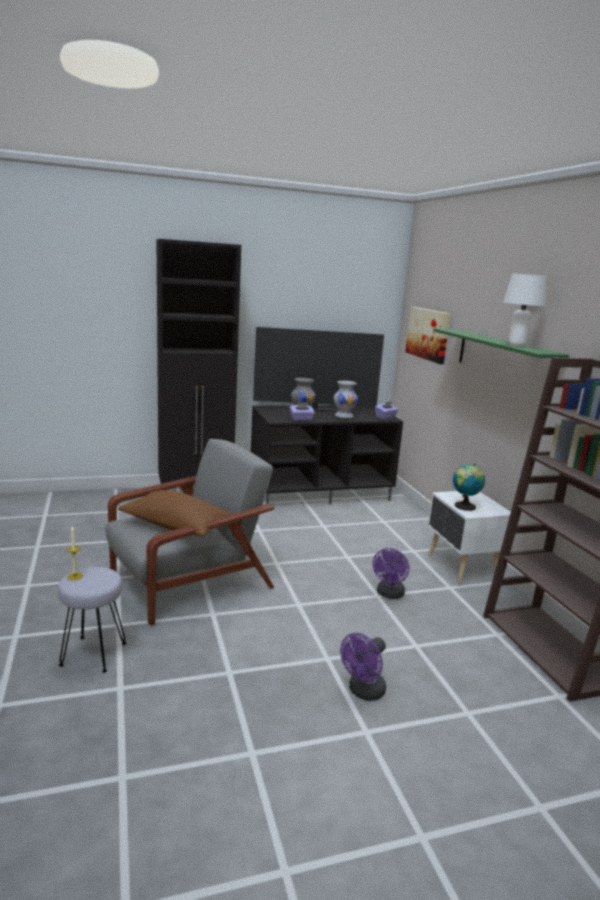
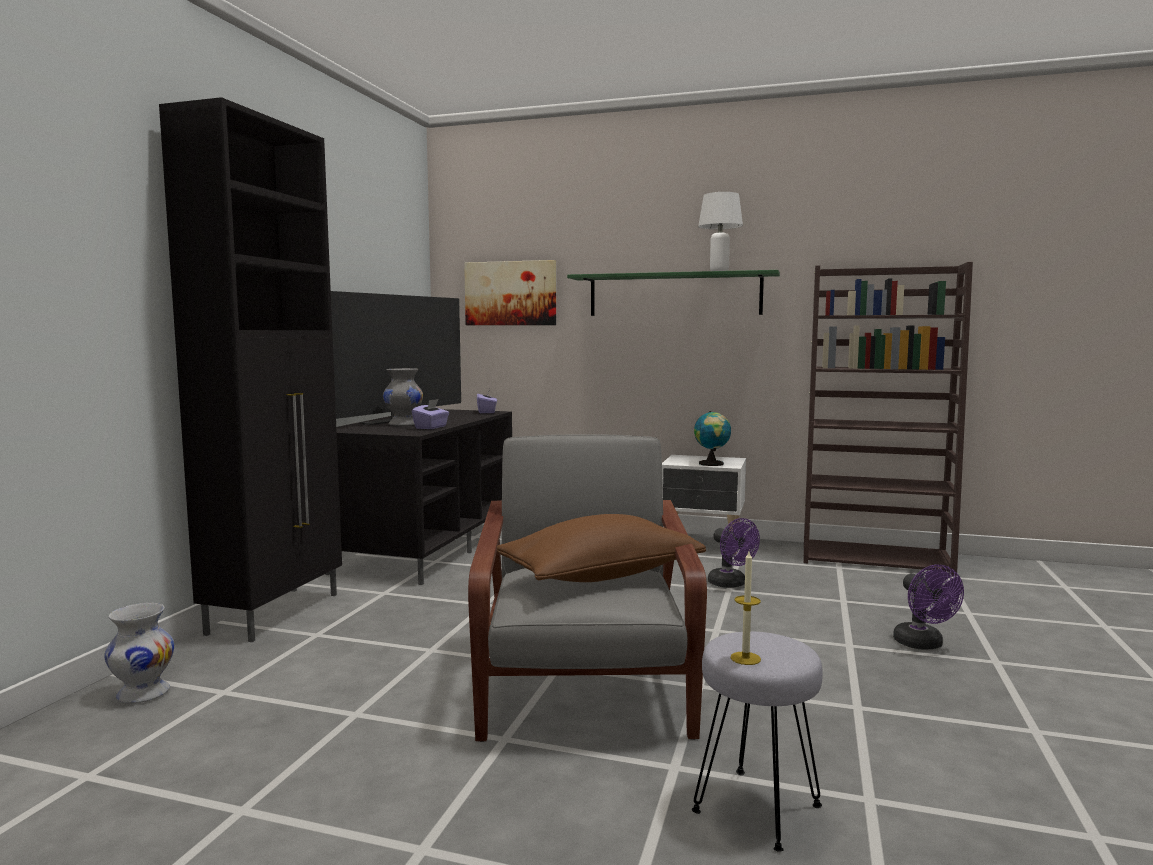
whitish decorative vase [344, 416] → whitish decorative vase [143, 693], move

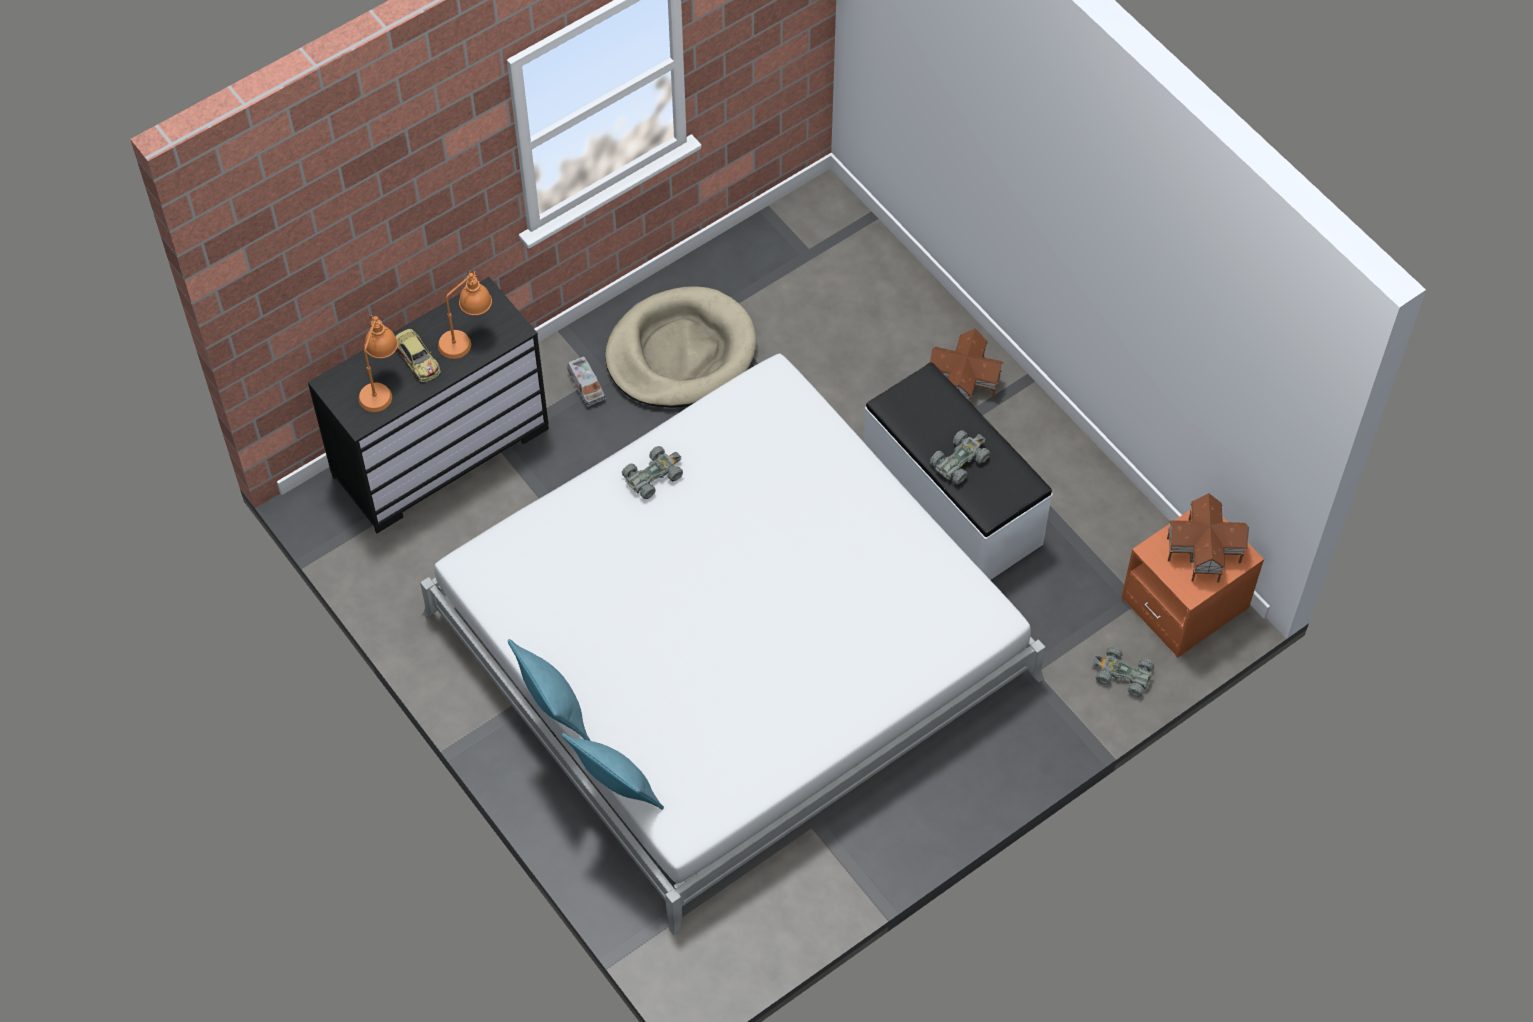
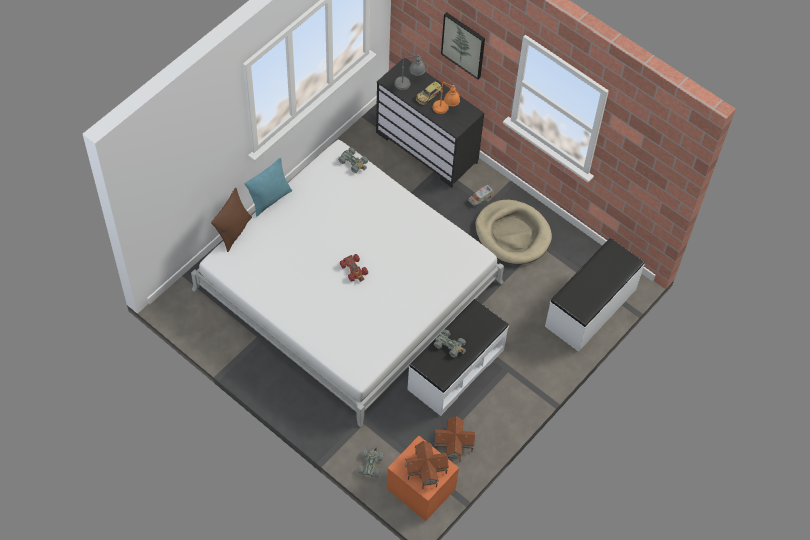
turquoise-coloured cushion [616, 789] → brown cushion [234, 232]
greyish miniature car [653, 475] → greyish miniature car [353, 162], move
- → reddish miniature car [354, 270]
orangey tabletop lamp [381, 386] → greyish tabletop lamp [409, 84]
model house [965, 381] → model house [454, 445], move
- → wall art [463, 45]
- → whitish indoor bench [591, 308]

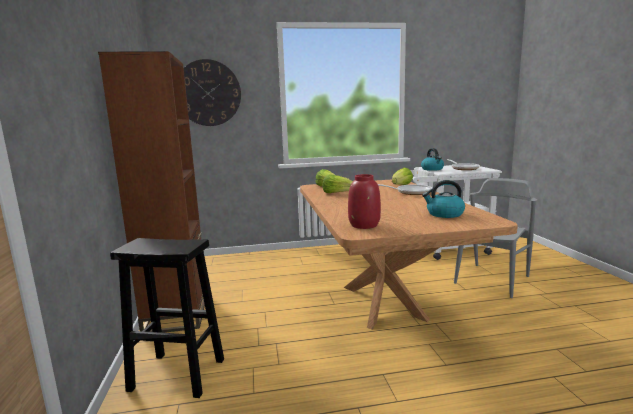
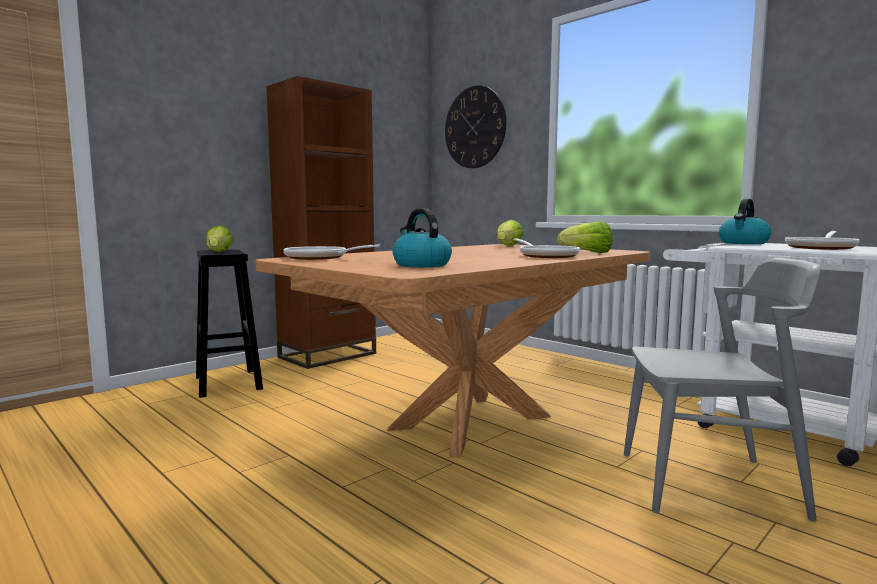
lettuce [337, 193] → lettuce [218, 252], move
reddish decorative vase [364, 225] → frying pan [320, 258]

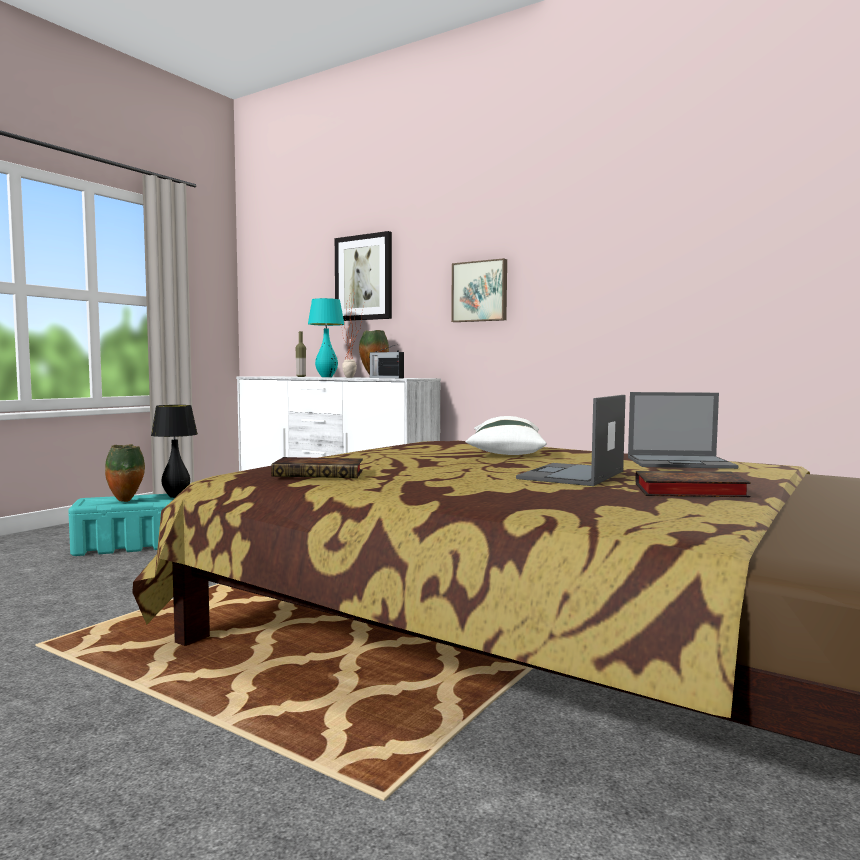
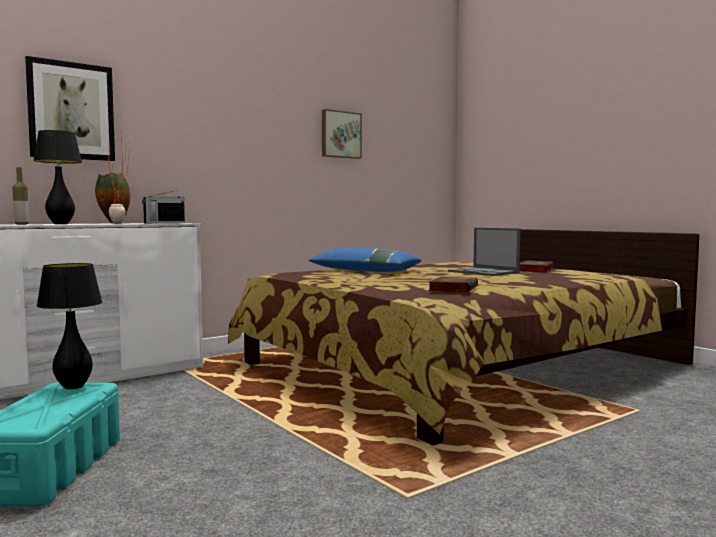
turquoise-coloured tabletop lamp [326, 377] → black-coloured tabletop lamp [60, 224]
whitish cushion [505, 450] → blue-coloured cushion [364, 271]
wall art [480, 291] → wall art [340, 134], move
decorative vase [126, 501] → -
laptop [681, 463] → -

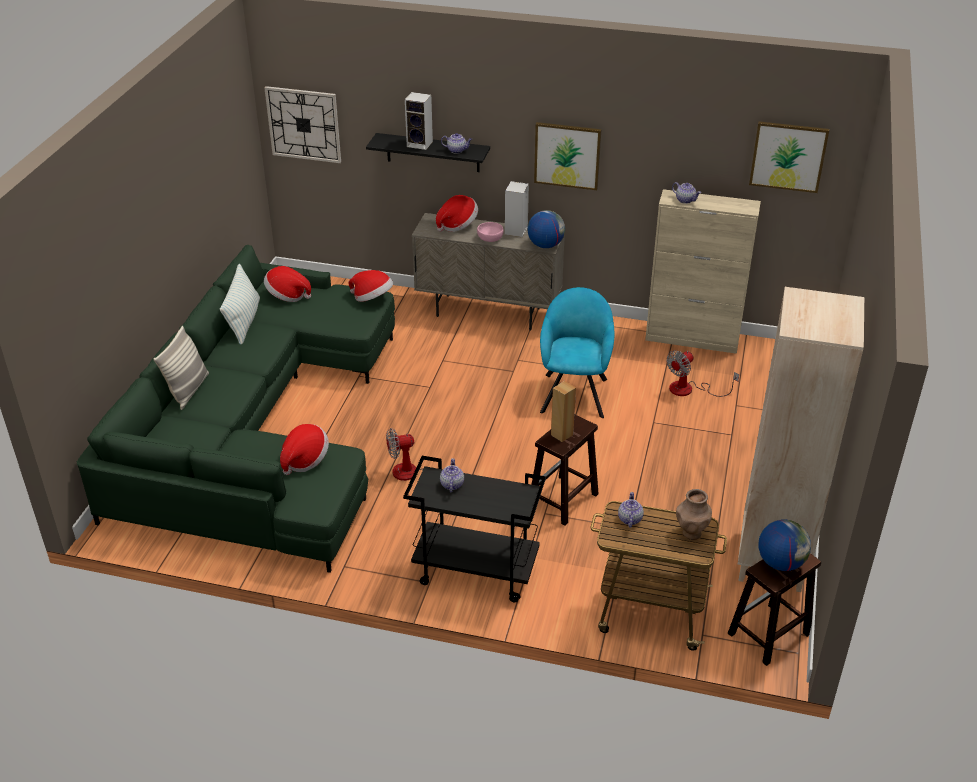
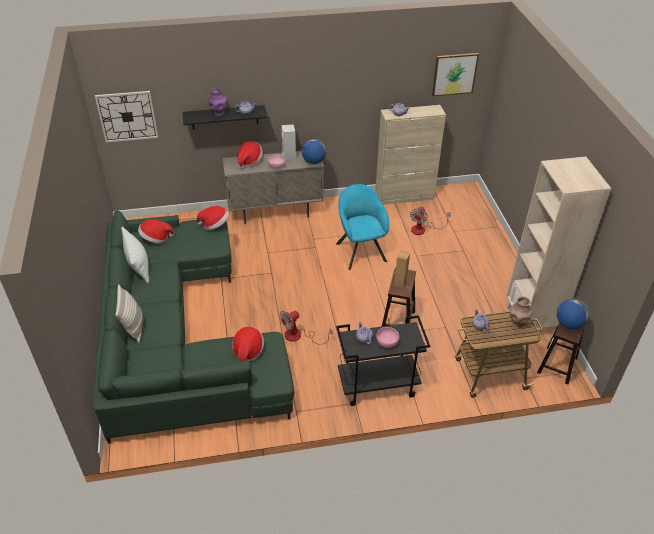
speaker [421, 144] → purple decorative vase [219, 113]
- → pink-coloured deep dish [387, 342]
wall art [567, 155] → -

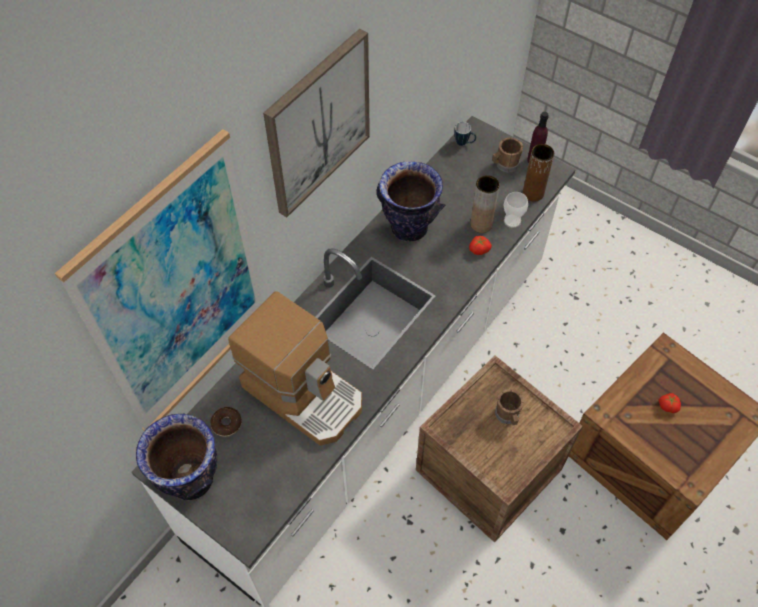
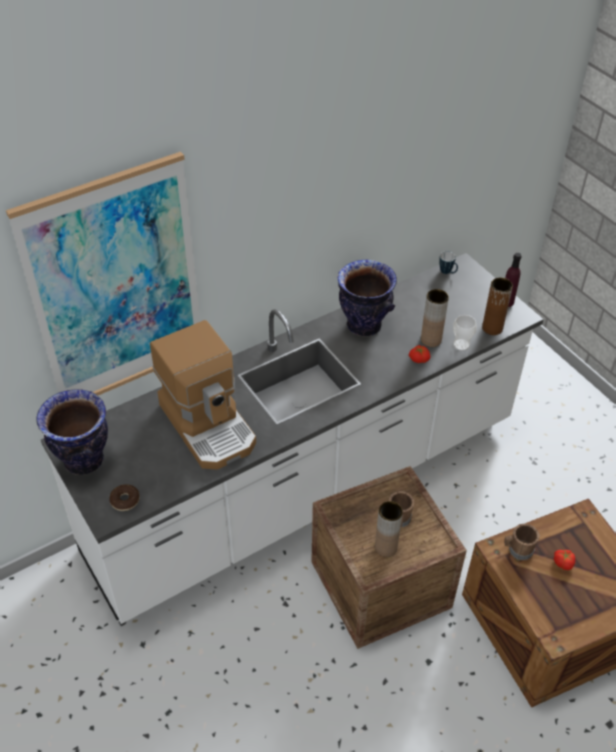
doughnut [227, 424] → doughnut [125, 500], move
- → brown decorative vase [386, 547]
brown coffee mug [505, 165] → brown coffee mug [518, 549], move
wall art [317, 123] → -

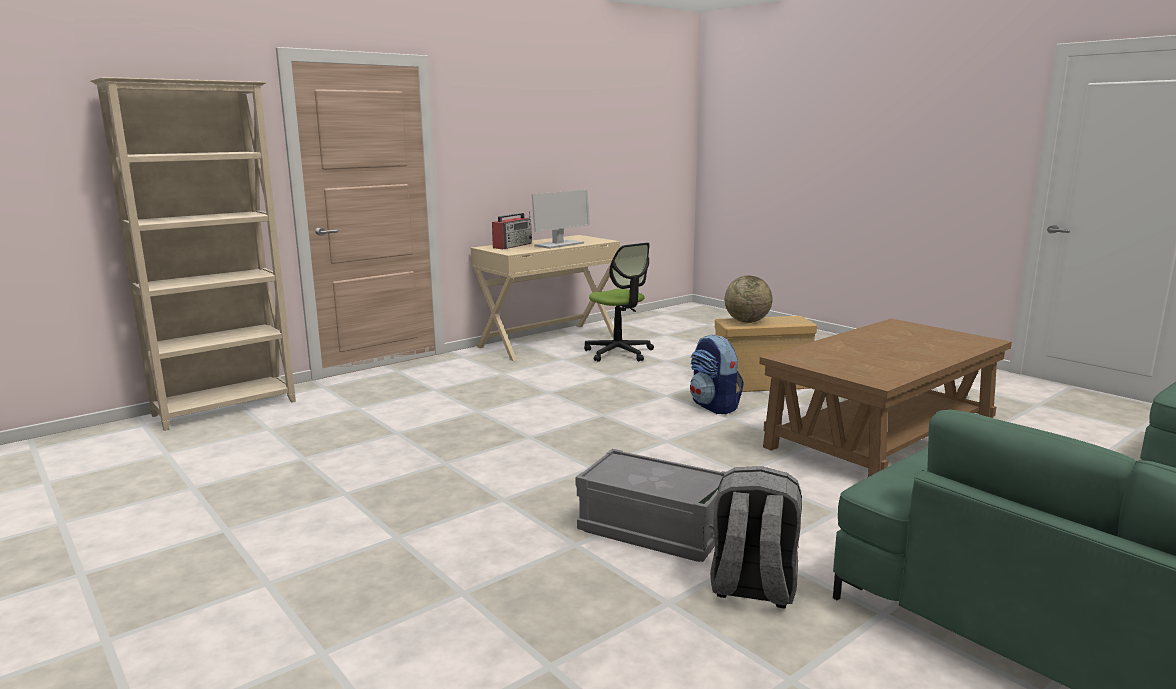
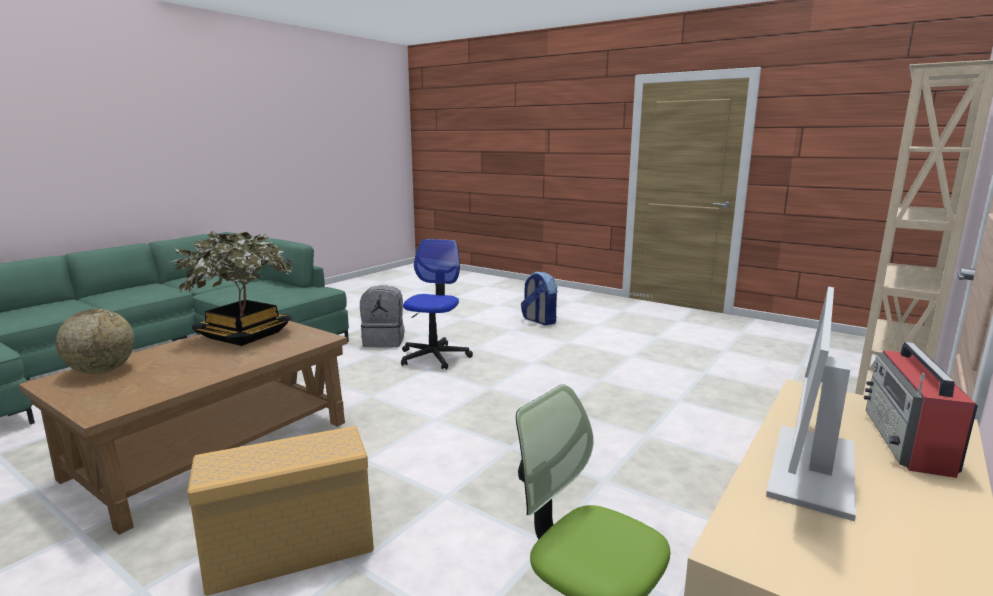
world globe [747, 321] → world globe [102, 371], move
- → plant in a pot [245, 335]
greyish storage box [654, 530] → computer chair [434, 357]
backpack [714, 406] → backpack [539, 320], move

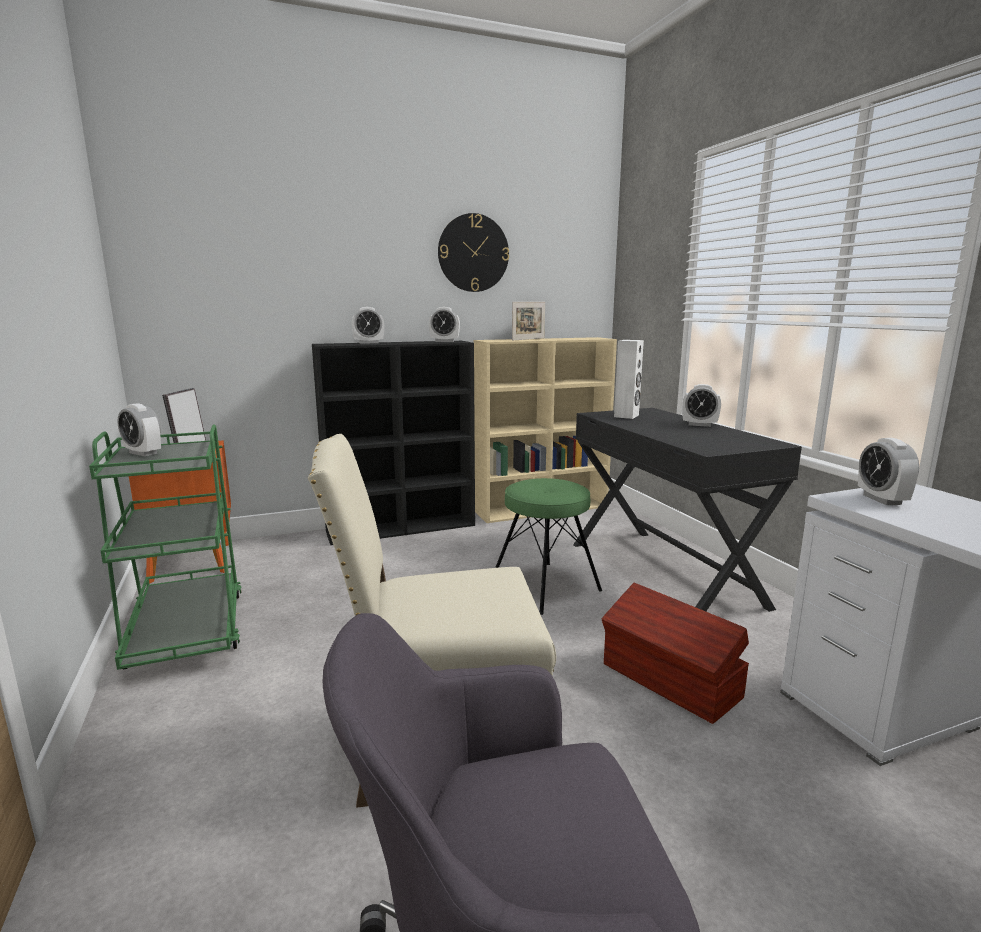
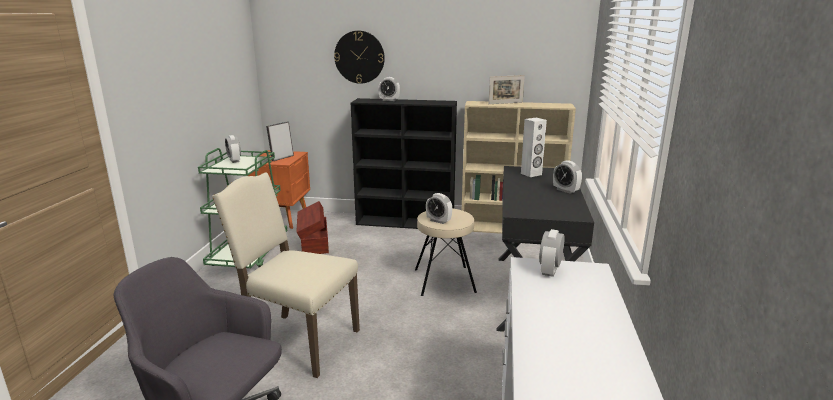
brown storage box [670, 681] → brown storage box [314, 243], move
wall clock [473, 253] → wall clock [359, 57], move
greenish sitting stool [545, 587] → beige sitting stool [444, 280]
bedside clock [444, 341] → bedside clock [438, 221], move

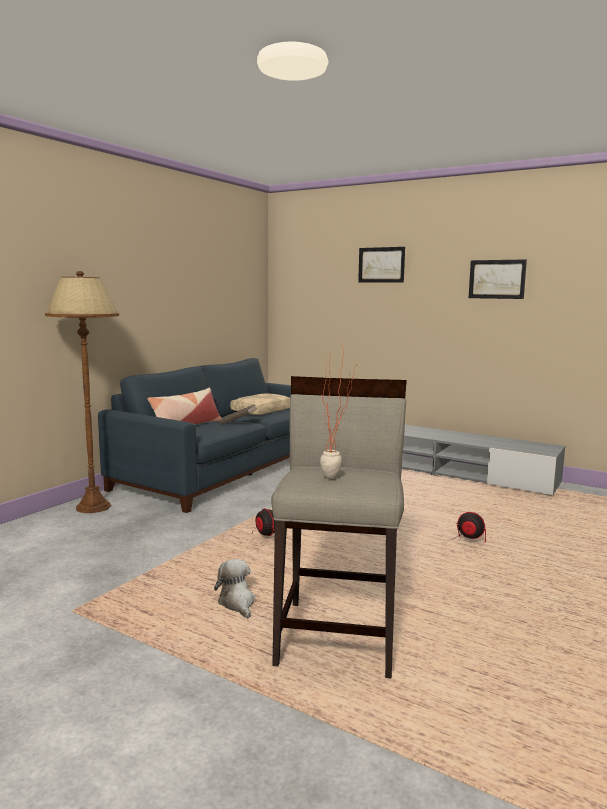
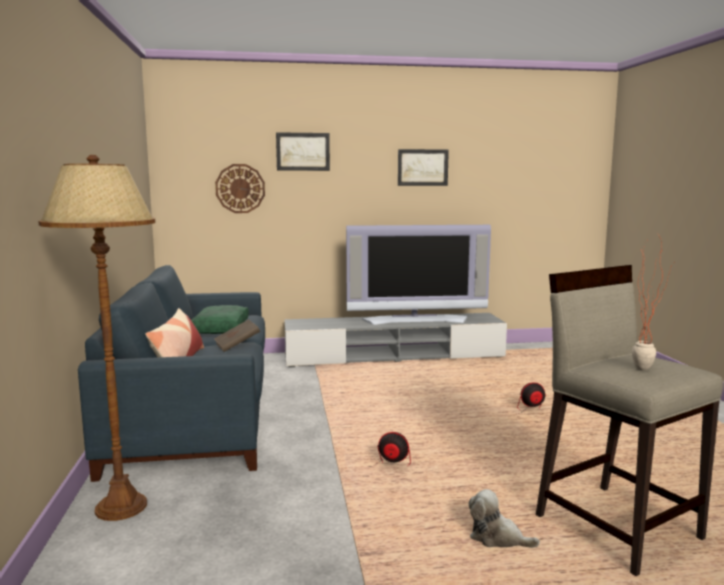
beige cushion [261, 411] → greenish cushion [220, 328]
- → wall clock [240, 188]
- → TV set [416, 319]

